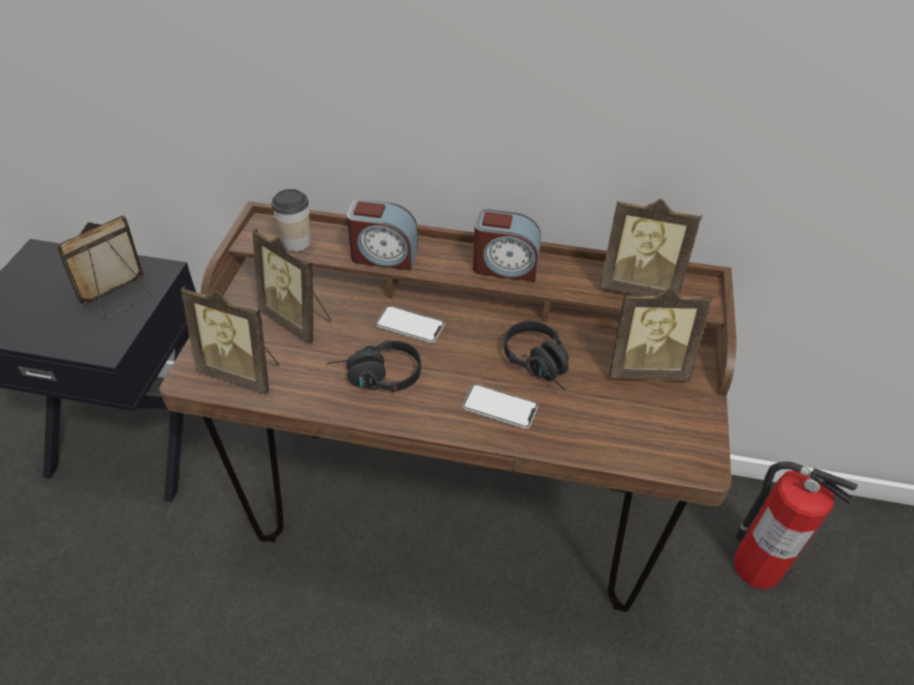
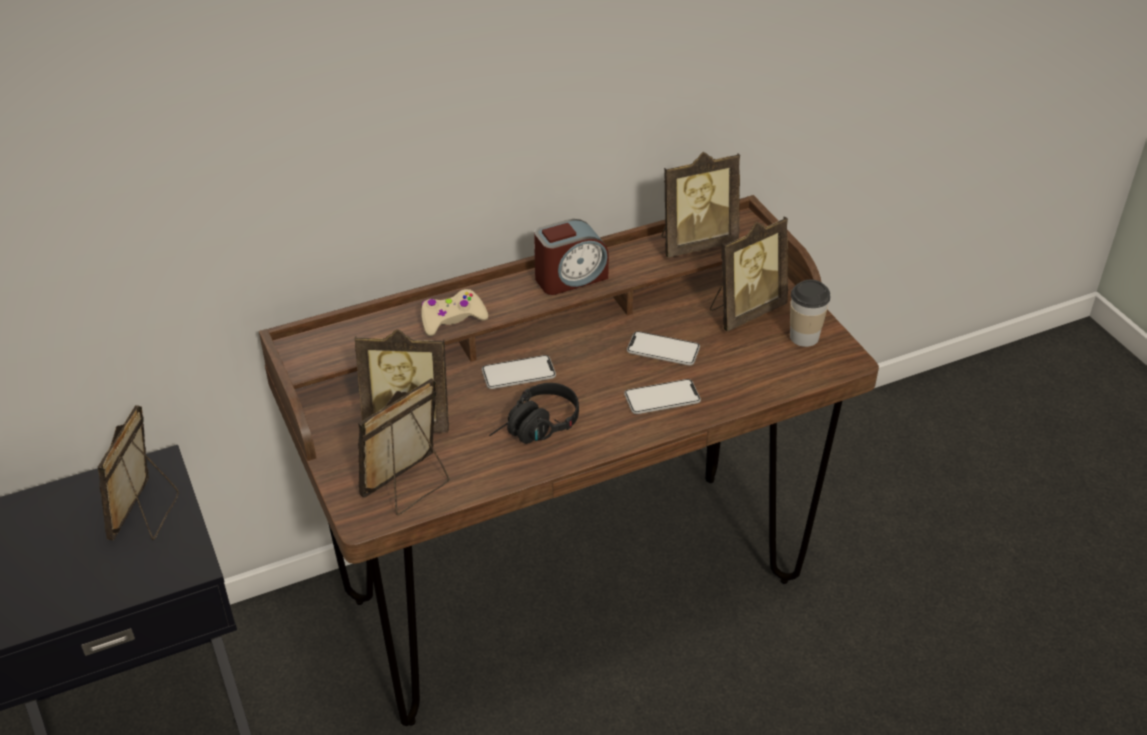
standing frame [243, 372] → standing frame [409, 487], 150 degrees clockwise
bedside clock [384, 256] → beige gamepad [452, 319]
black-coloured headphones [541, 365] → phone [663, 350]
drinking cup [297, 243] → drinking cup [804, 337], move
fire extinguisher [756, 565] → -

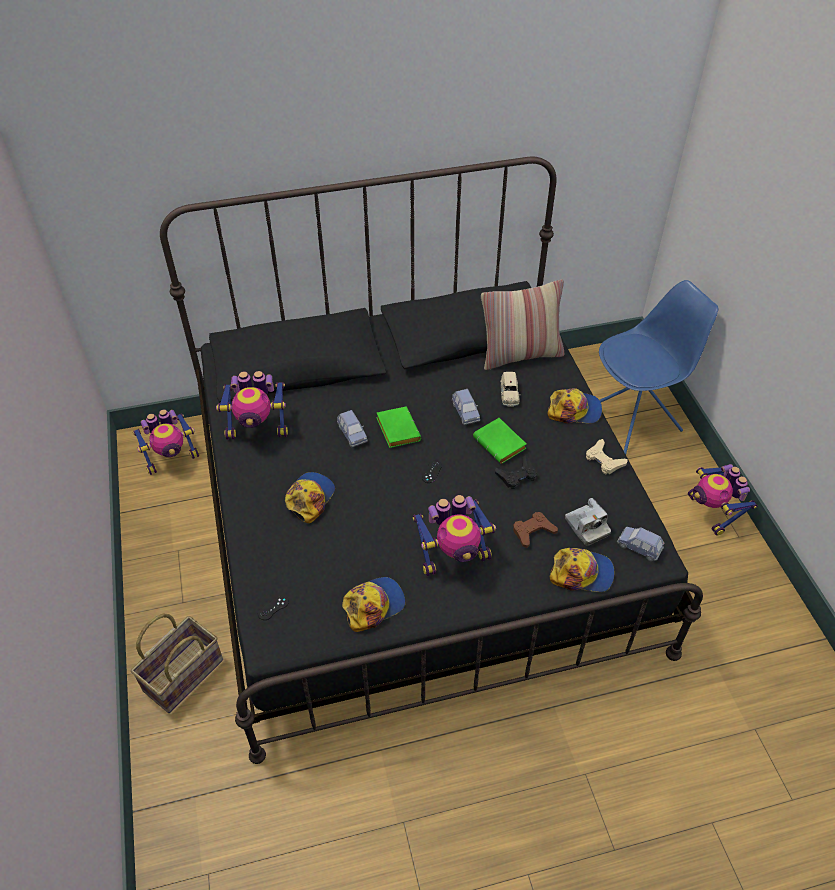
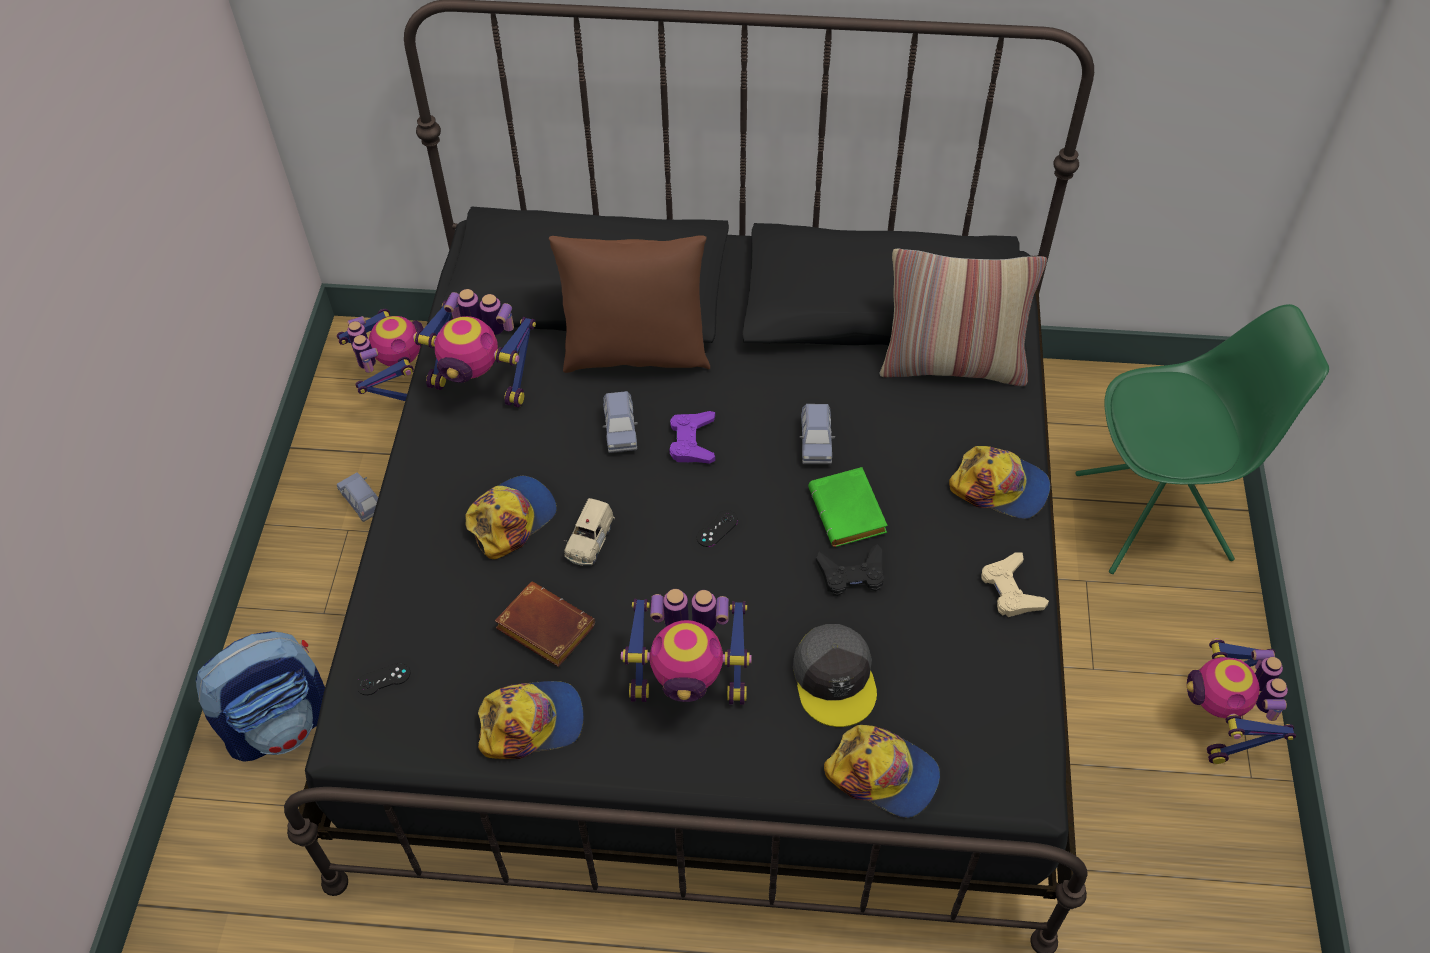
basket [183, 674] → backpack [282, 723]
toy robot [172, 459] → toy robot [394, 383], 105 degrees counterclockwise
blue-coloured miniature car [639, 547] → blue-coloured miniature car [362, 502], move
- → brown book [542, 629]
- → brown cushion [635, 353]
beige miniature car [509, 395] → beige miniature car [589, 541], move
greenish book [396, 429] → purple gamepad [692, 441]
brown gamepad [533, 531] → greyish baseball cap [835, 679]
blue-coloured plain chair [634, 419] → greenish plain chair [1156, 516]
photo camera [586, 527] → -

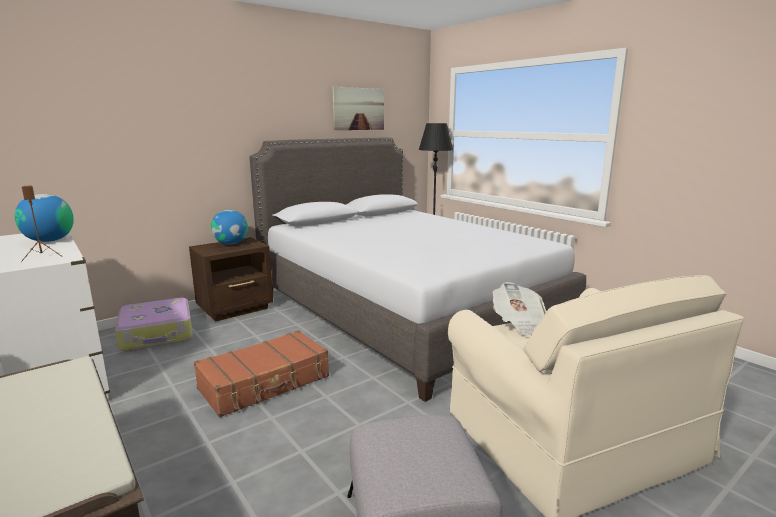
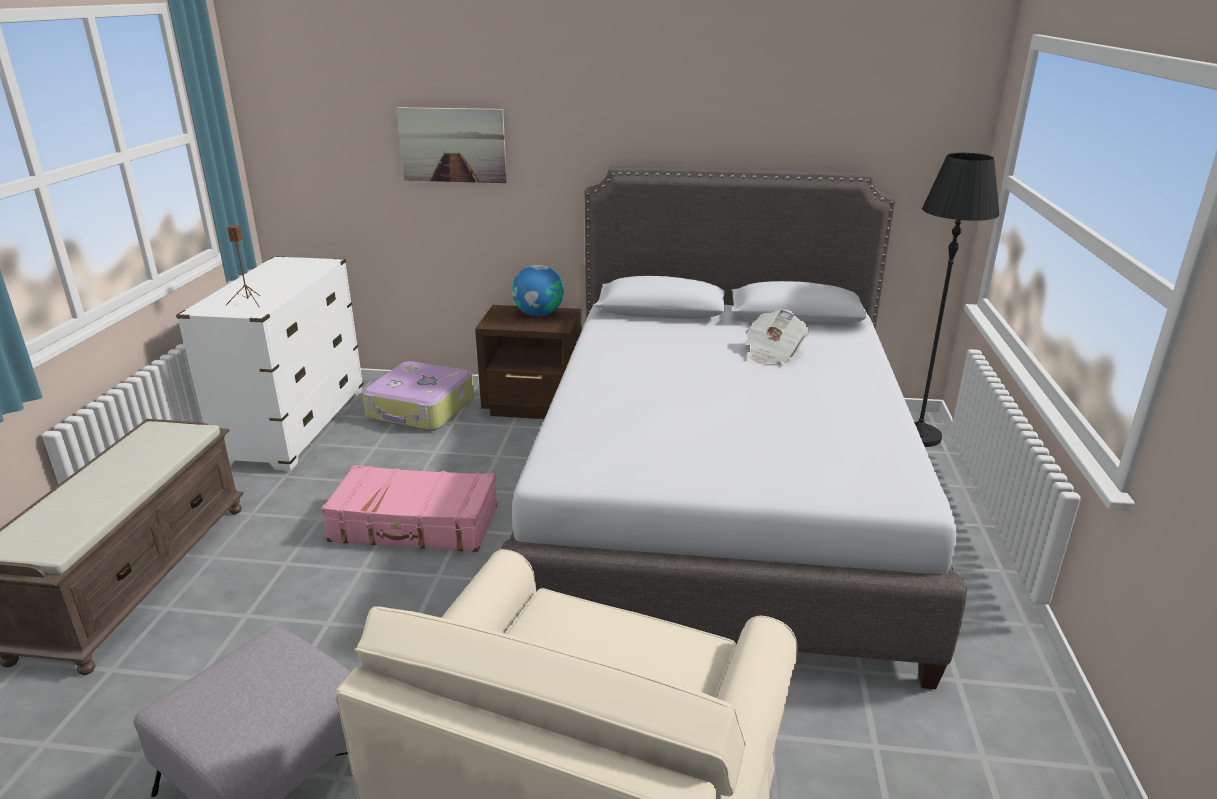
brown travel case [265, 383] → pink-coloured travel case [415, 525]
wall art [358, 109] → wall art [453, 145], move
printed paper [519, 323] → printed paper [772, 354], move
world globe [49, 240] → -

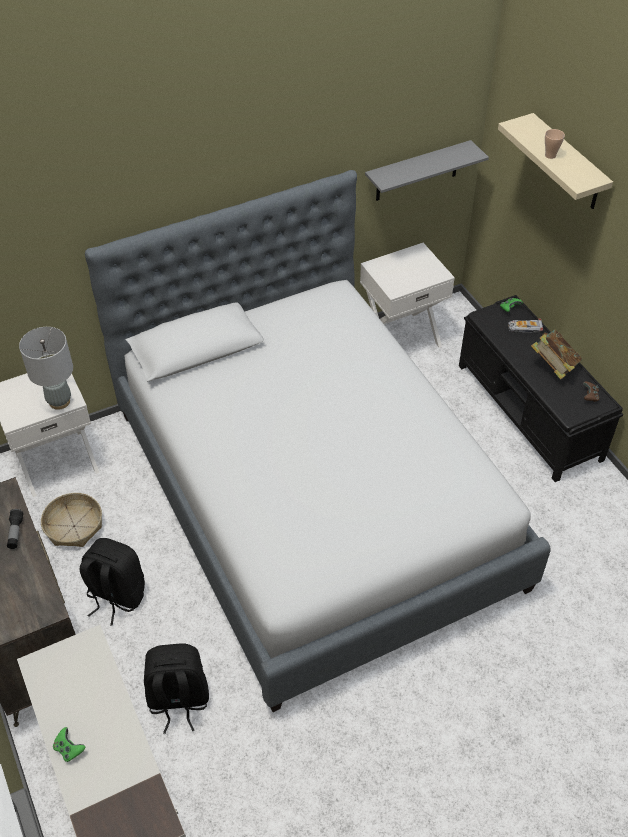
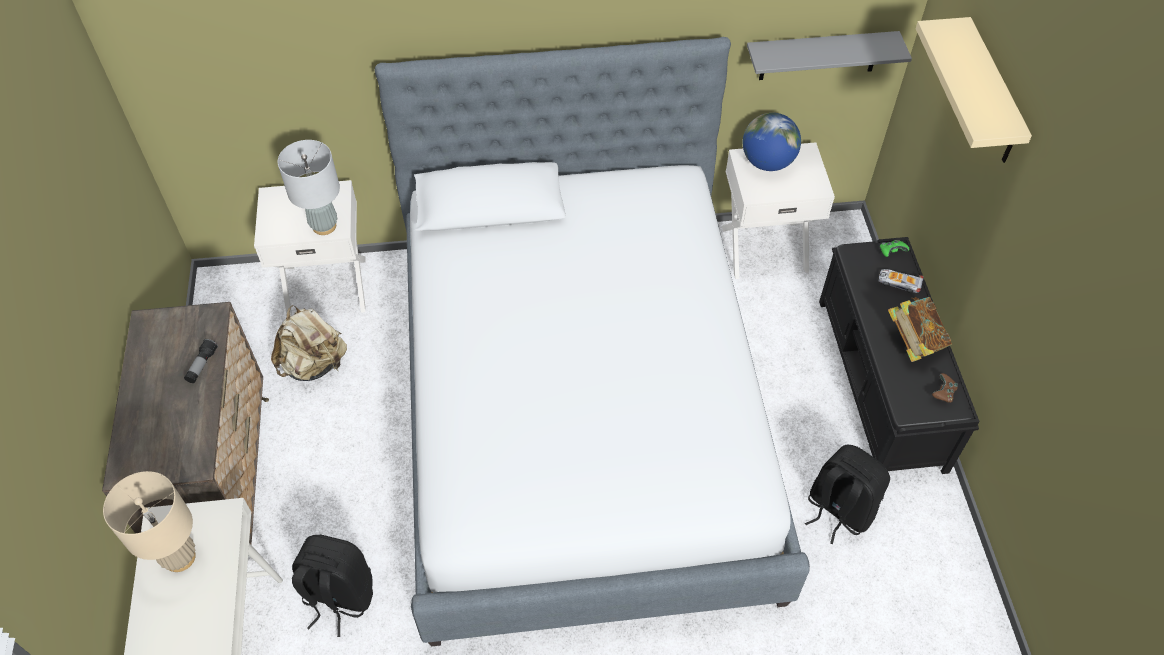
- → beige tabletop lamp [179, 558]
basket [74, 526] → beige backpack [314, 364]
- → world globe [767, 162]
black-coloured backpack [115, 596] → black-coloured backpack [838, 509], move
greenish gamepad [69, 749] → -
drinking cup [550, 155] → -

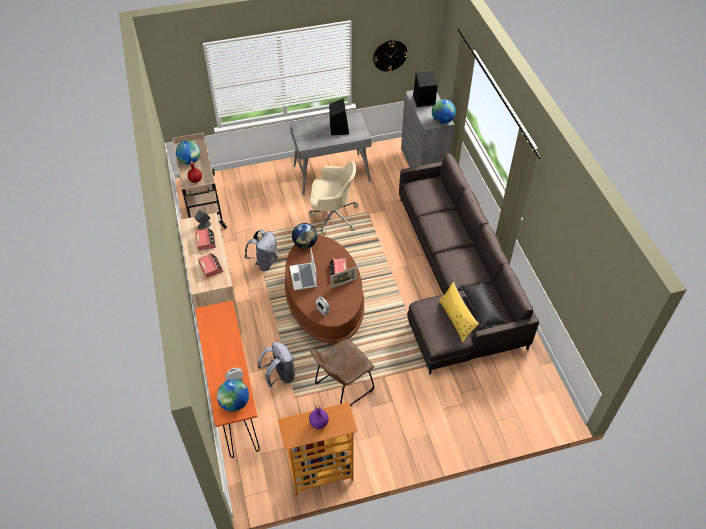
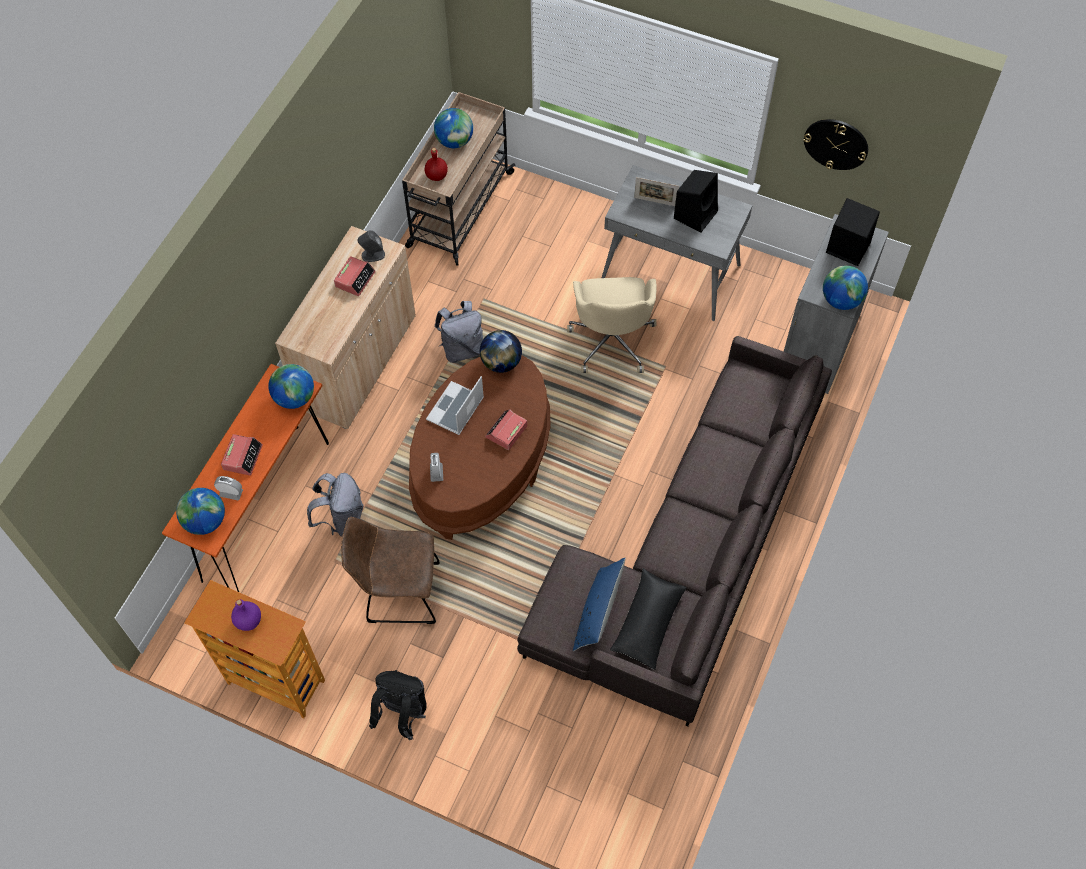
bedside clock [210, 267] → bedside clock [243, 457], move
- → world globe [294, 397]
- → black-coloured backpack [402, 713]
beige computer chair [333, 216] → beige computer chair [612, 340], 45 degrees clockwise
yellow-coloured cushion [456, 319] → blue-coloured cushion [598, 612]
standing frame [344, 283] → standing frame [655, 202], move

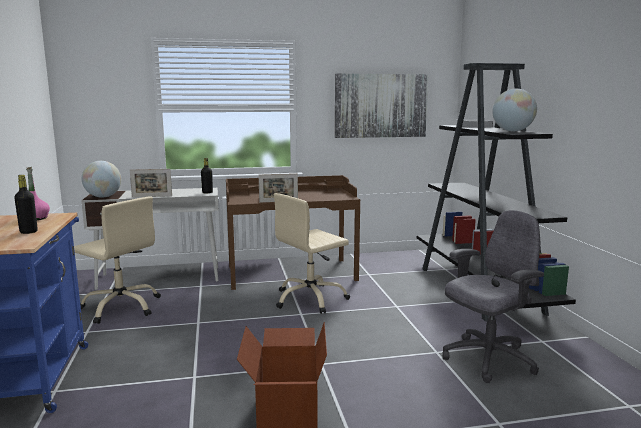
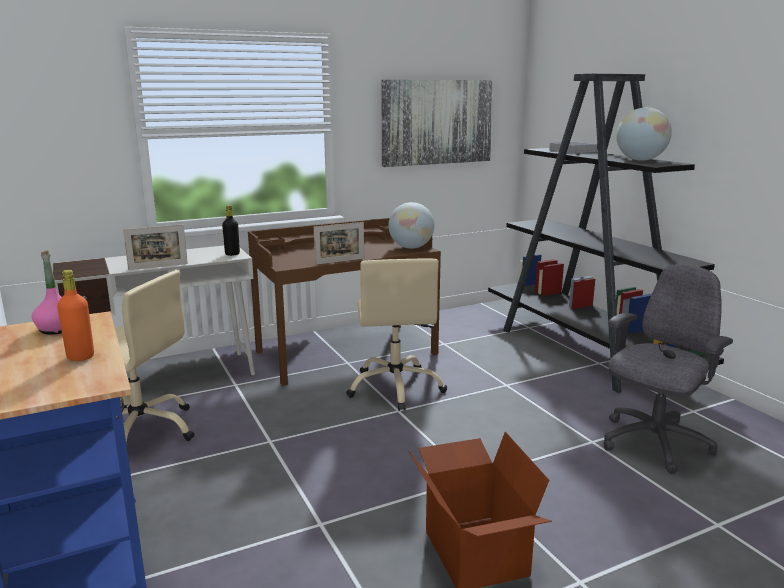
black-coloured bottle [28, 232] → orangey bottle [80, 357]
beige computer chair [310, 299] → beige computer chair [396, 387], 45 degrees counterclockwise
world globe [103, 197] → world globe [411, 248], move

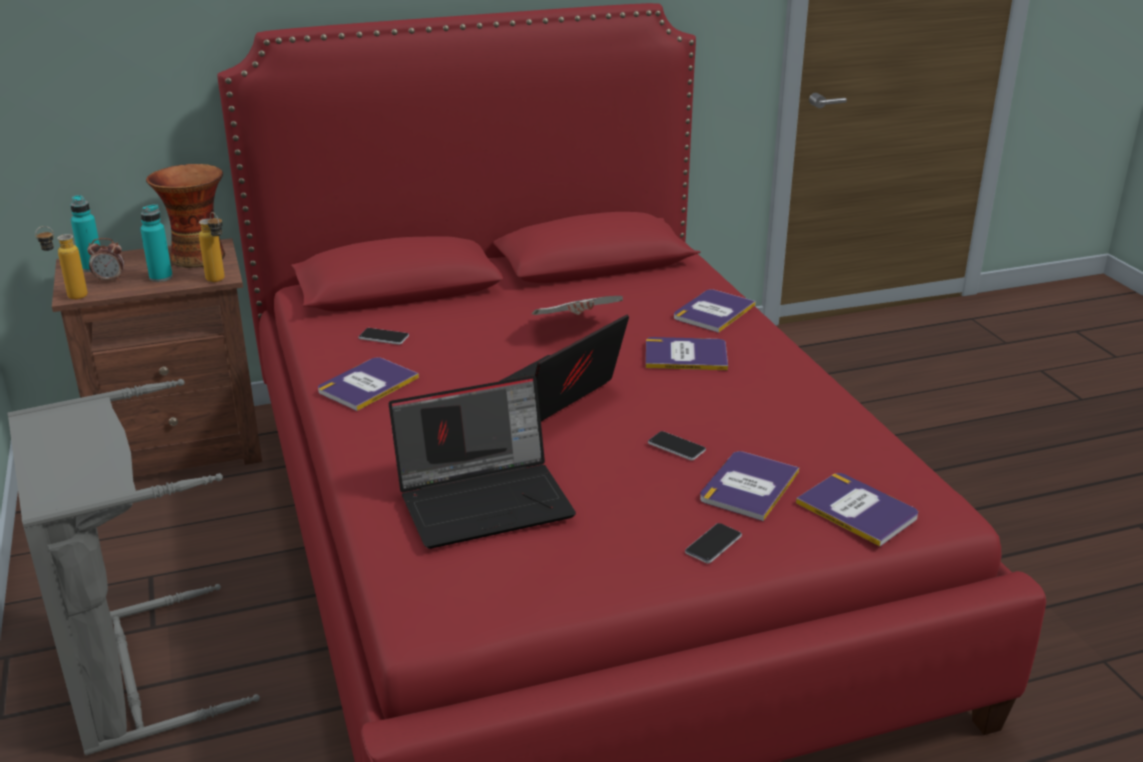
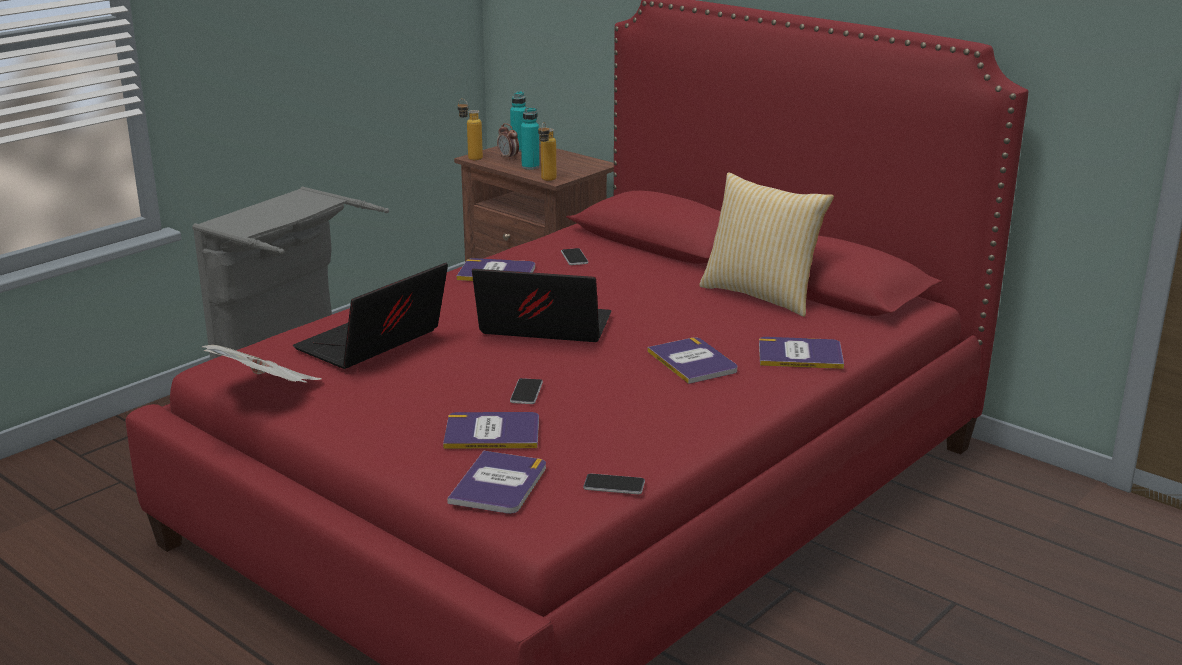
printed paper [576, 329] → printed paper [266, 391], move
laptop [486, 499] → laptop [372, 344], 90 degrees clockwise
phone [713, 544] → phone [614, 485], move
- → cushion [762, 295]
decorative vase [197, 257] → -

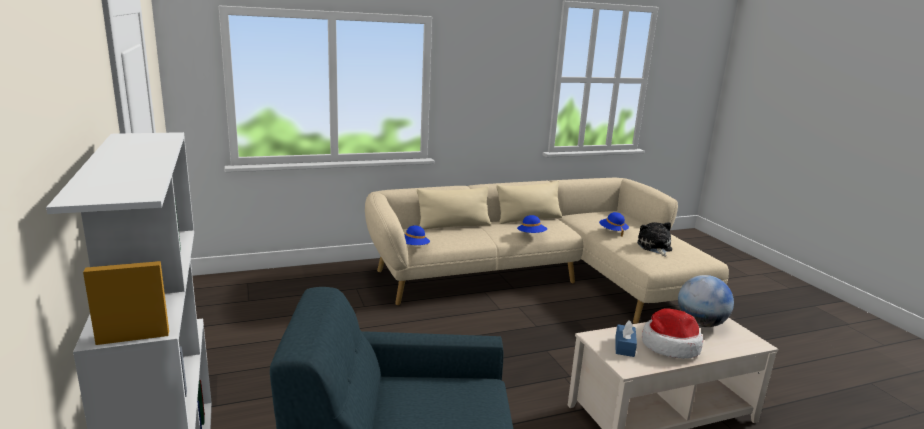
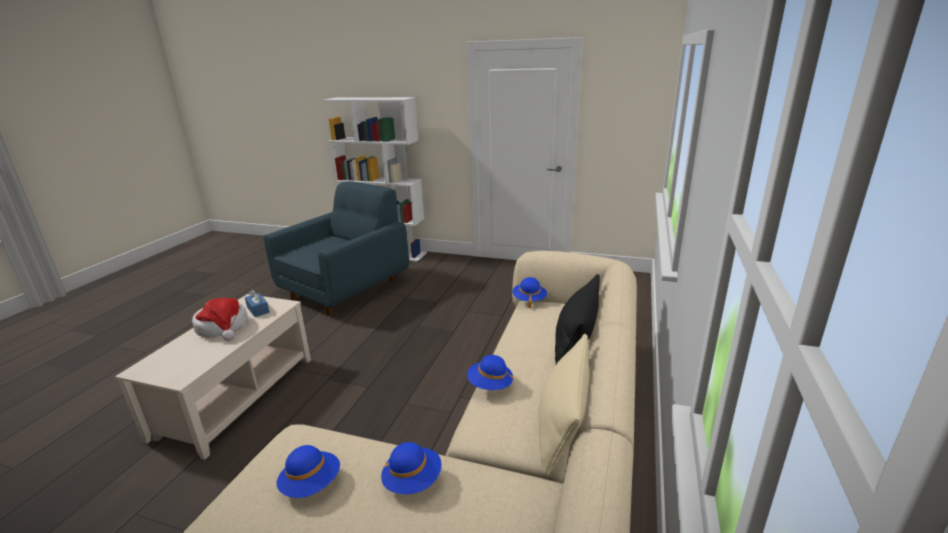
soft toy [654, 247] → blue-coloured clothing hat [311, 484]
beige cushion [453, 226] → black-coloured cushion [576, 342]
world globe [700, 323] → -

